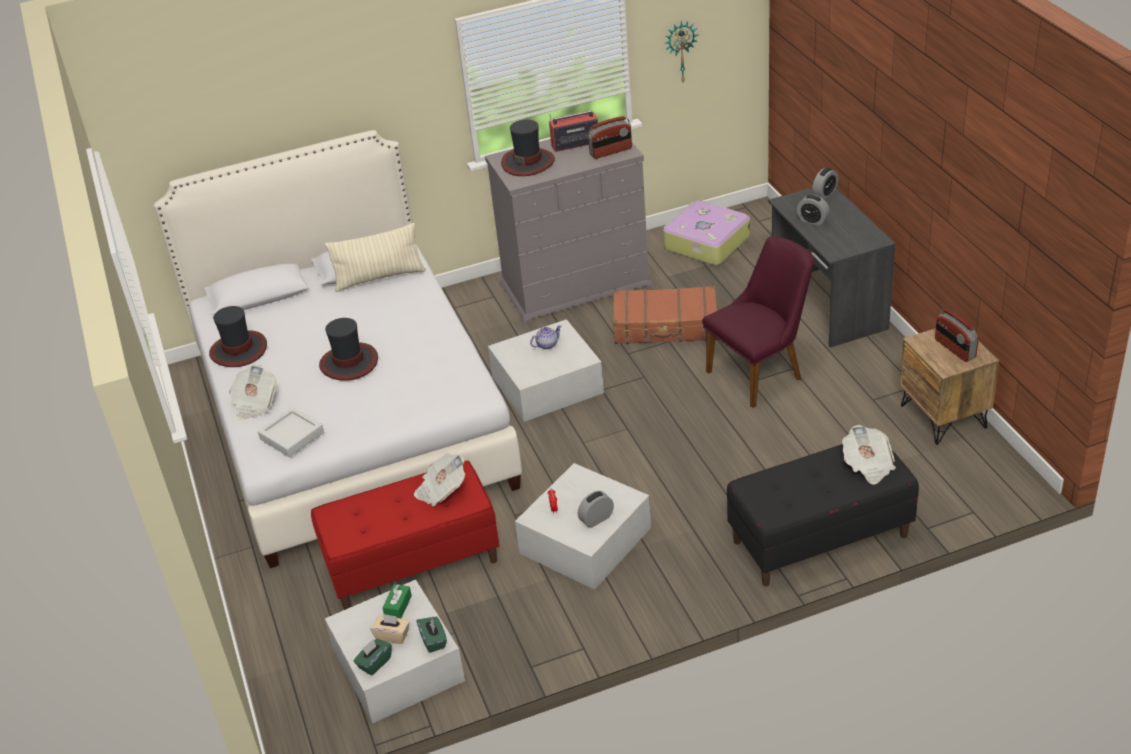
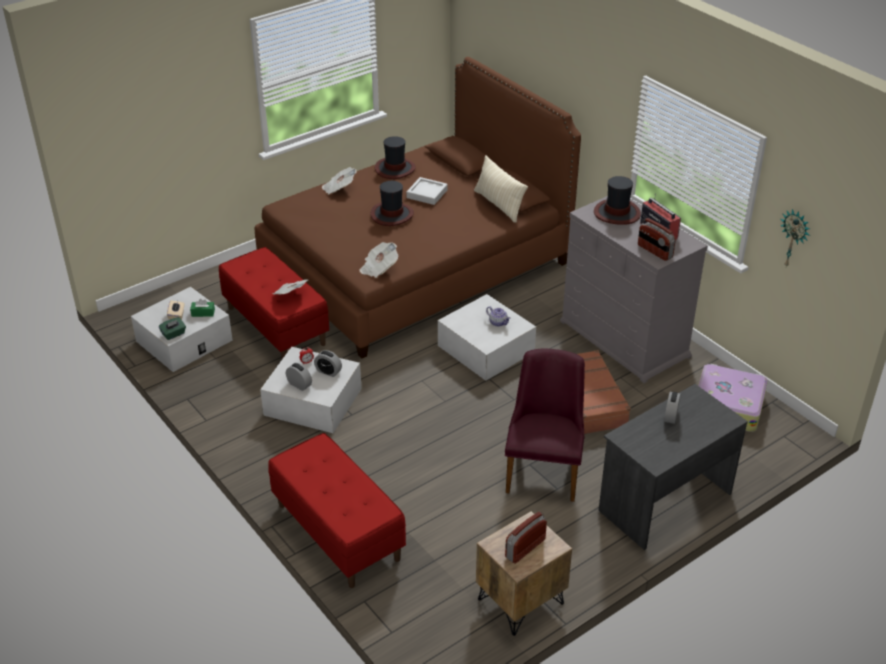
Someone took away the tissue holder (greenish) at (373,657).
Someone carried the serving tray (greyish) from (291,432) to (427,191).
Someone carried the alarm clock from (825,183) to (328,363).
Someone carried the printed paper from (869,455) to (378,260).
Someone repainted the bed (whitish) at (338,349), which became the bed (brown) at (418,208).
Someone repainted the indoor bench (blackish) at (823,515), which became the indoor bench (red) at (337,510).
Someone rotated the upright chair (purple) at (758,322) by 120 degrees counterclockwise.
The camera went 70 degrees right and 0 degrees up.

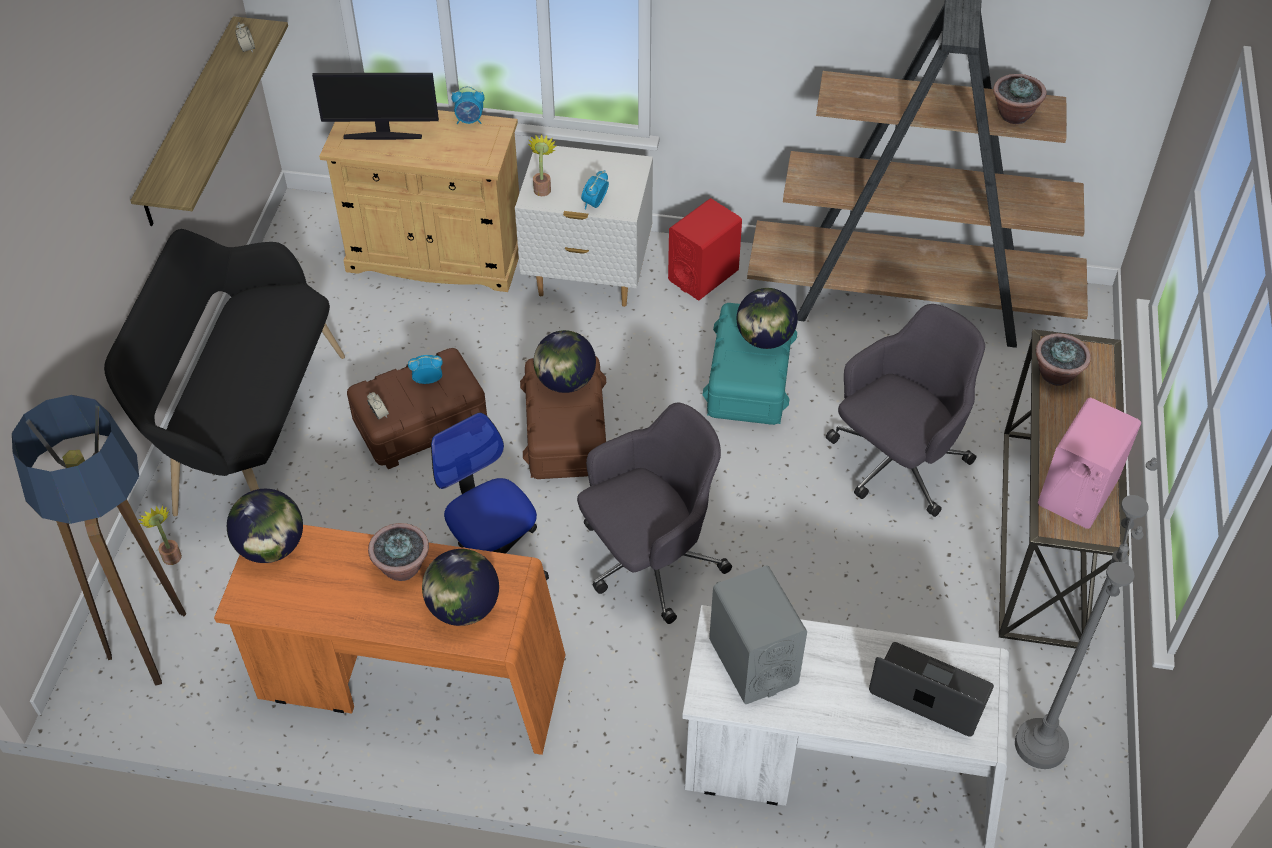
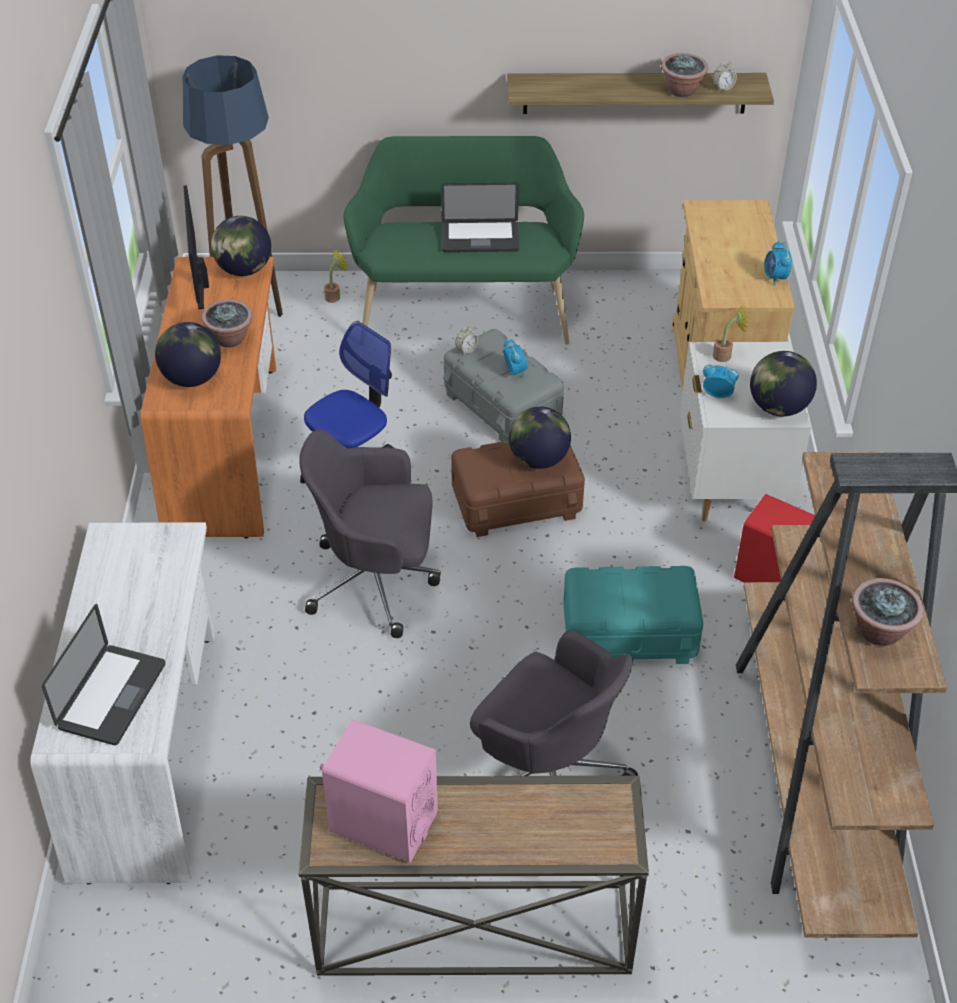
Someone took away the speaker (greyish) at (758,635).
Someone took away the floor lamp (greyish) at (1086,613).
Someone put down the portable computer at (480,217).
Someone carried the monitor from (375,106) to (196,247).
Someone carried the globe from (767,318) to (783,384).
Someone carried the houseplant from (1063,359) to (684,75).
Someone repainted the indoor bench (blackish) at (224,372), which became the indoor bench (greenish) at (463,240).
Someone repainted the storage bin (brown) at (417,408), which became the storage bin (greyish) at (503,386).
Someone rotated the desk chair (greyish) at (654,513) by 135 degrees clockwise.
The camera went 80 degrees right and 5 degrees down.

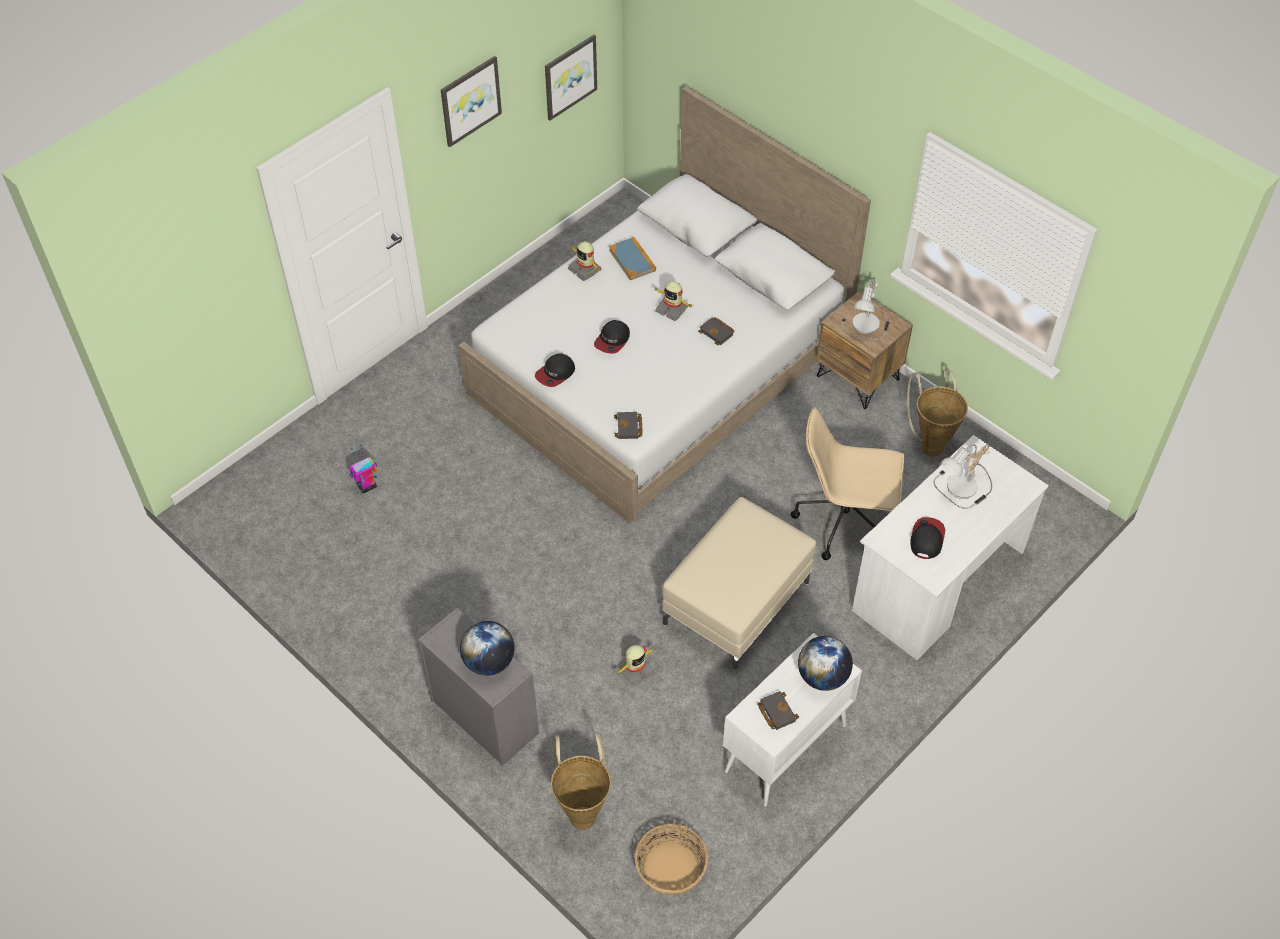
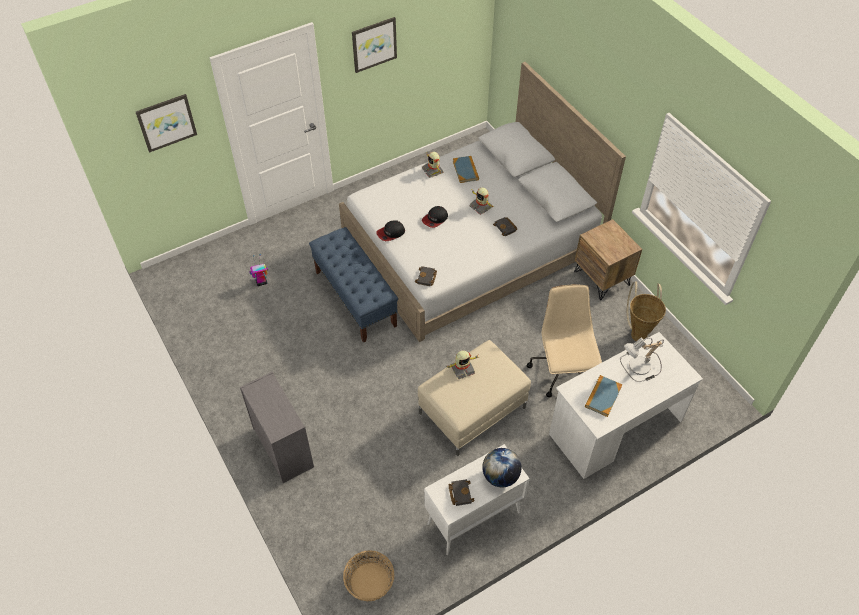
Someone took away the globe at (487,648).
Someone took away the basket at (581,780).
Someone took away the table lamp at (866,308).
Someone put down the indoor bench (blue) at (353,285).
Someone carried the wall picture from (571,78) to (166,123).
Someone carried the model robot from (635,666) to (461,364).
Someone swapped the cap at (927,538) for the bound book at (603,396).
Someone rotated the desk chair (beige) at (847,483) by 60 degrees clockwise.
The camera went 15 degrees right and 0 degrees up.

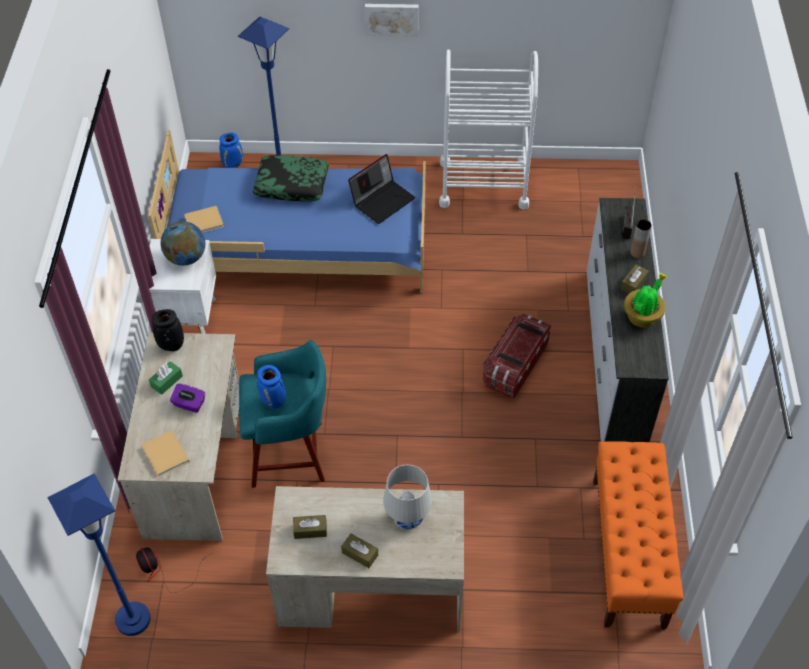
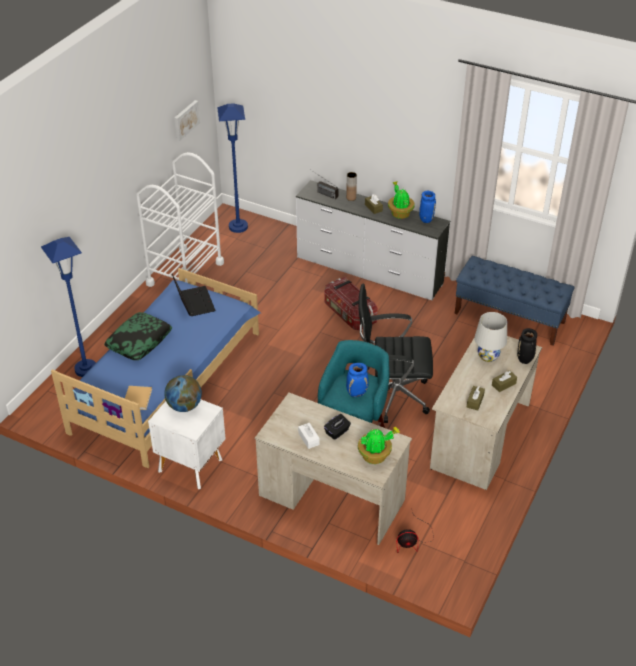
Someone put down the desk chair (blackish) at (396,353).
Someone carried the floor lamp (blue) from (99,555) to (232,168).
Someone carried the vase (blackish) from (168,330) to (527,346).
Someone carried the vase (blue) from (231,150) to (427,207).
Someone carried the wall picture from (391,20) to (187,120).
Someone swapped the bound book (beige) at (165,453) for the houseplant at (379,445).
Someone repainted the tissue holder (greenish) at (166,378), which became the tissue holder (whitish) at (309,436).
Someone repainted the tissue holder (purple) at (187,398), which became the tissue holder (blackish) at (337,427).
Someone repainted the indoor bench (orange) at (638,535), which became the indoor bench (blue) at (515,301).
The camera went 65 degrees left and 10 degrees down.

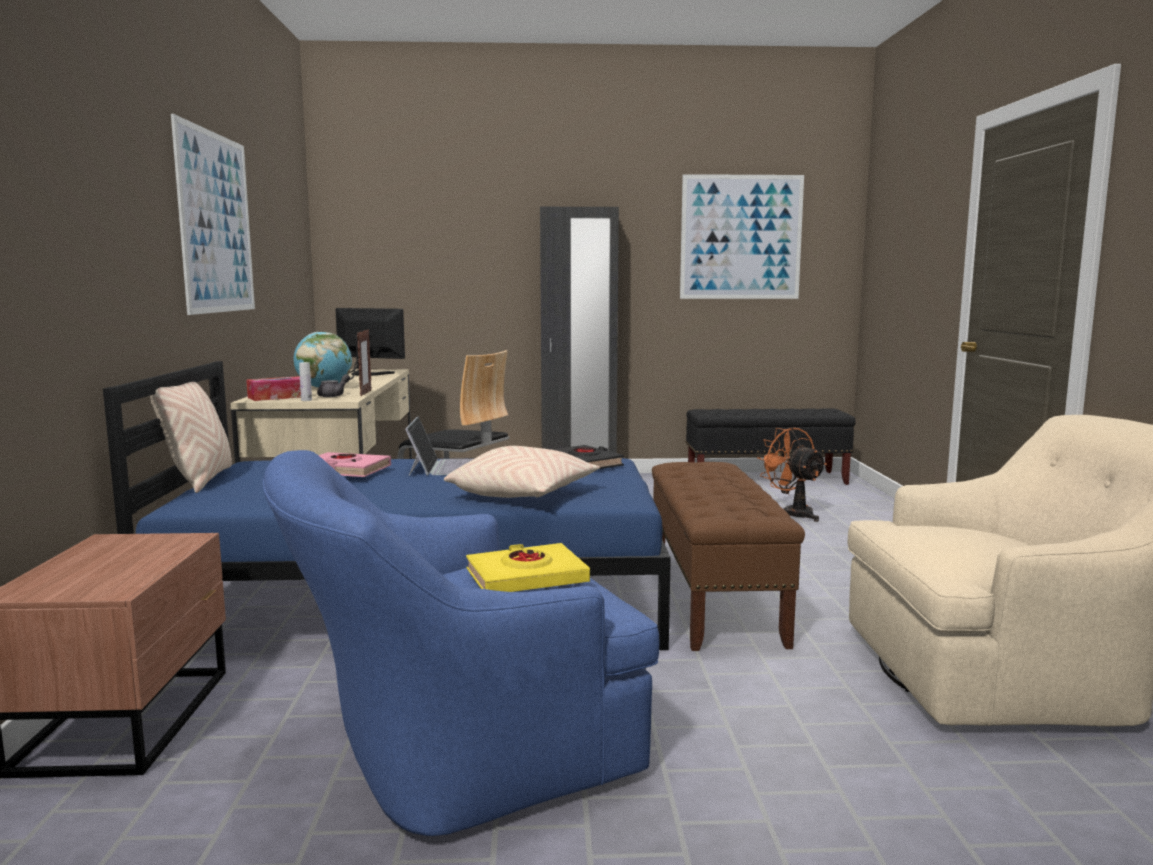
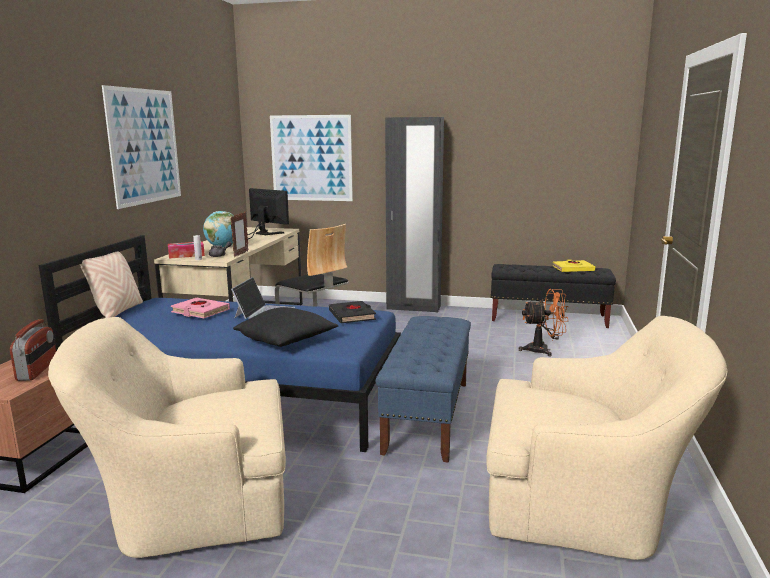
Someone put down the radio at (33,350).
Someone carried the bound book (yellow-coloured) from (528,567) to (573,265).
Someone carried the wall picture from (742,236) to (311,158).
Someone repainted the easy chair (blue) at (461,643), which became the easy chair (beige) at (167,437).
Someone repainted the throw pillow (beige) at (522,472), which became the throw pillow (blackish) at (286,327).
Someone repainted the indoor bench (brown) at (728,556), which became the indoor bench (blue) at (423,389).
Someone rotated the electric fan (orange) at (792,474) by 105 degrees clockwise.
The camera went 15 degrees right and 5 degrees up.

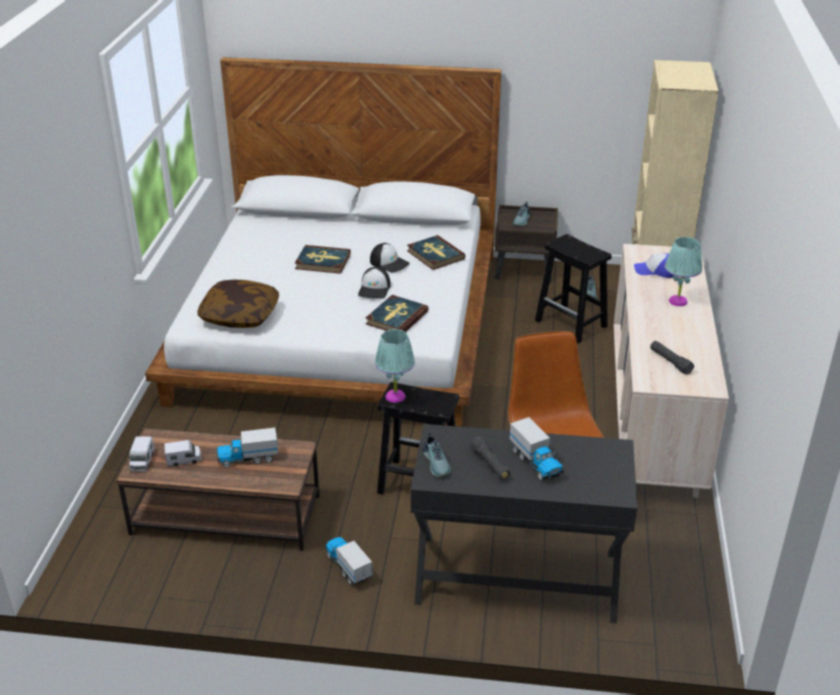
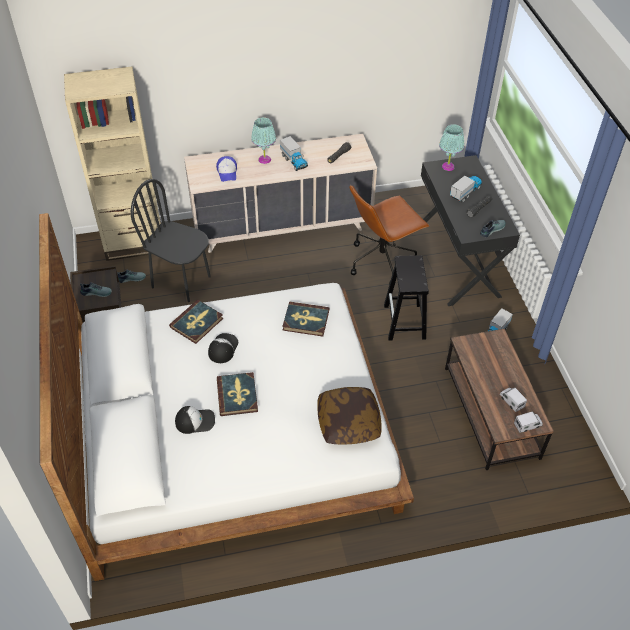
Someone carried the model truck from (247,448) to (294,153).
Someone carried the cap from (374,283) to (195,420).
Someone carried the table lamp (blue-green) from (395,366) to (451,147).
Someone swapped the stool seat (blackish) at (573,289) for the upright chair (blackish) at (171,240).
The camera went 110 degrees left and 15 degrees up.

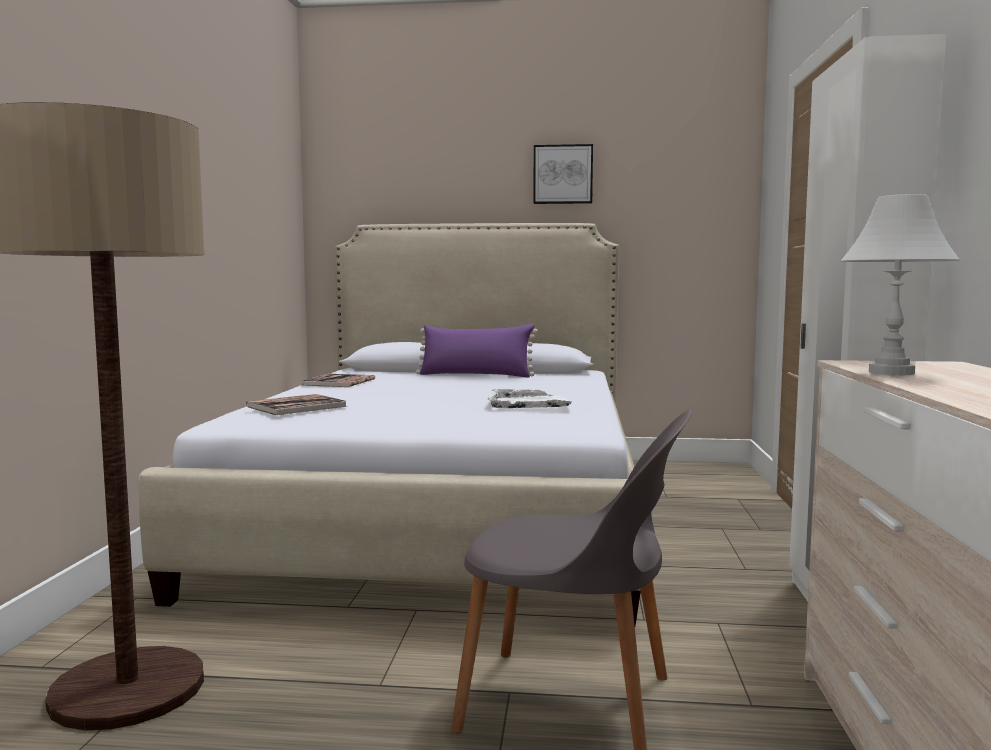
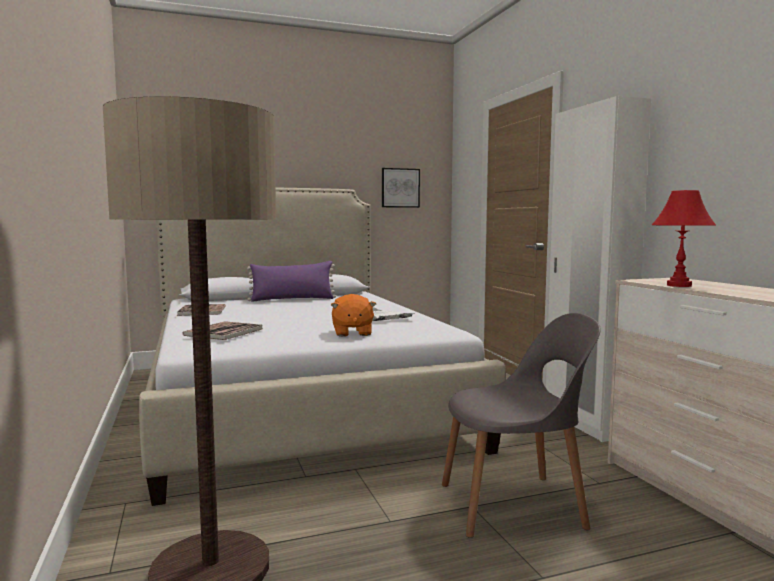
Someone put down the plush toy (orange) at (353,315).
Someone carried the wall picture from (563,174) to (401,188).
Someone repainted the table lamp (whitish) at (900,284), which became the table lamp (red) at (684,238).
The camera went 25 degrees left and 0 degrees up.

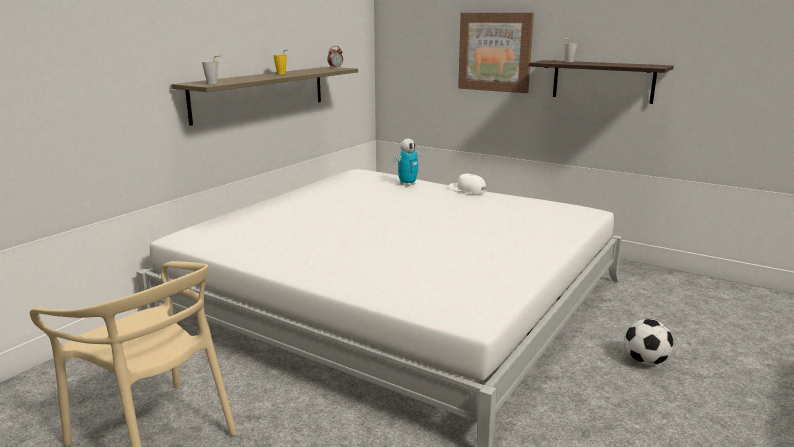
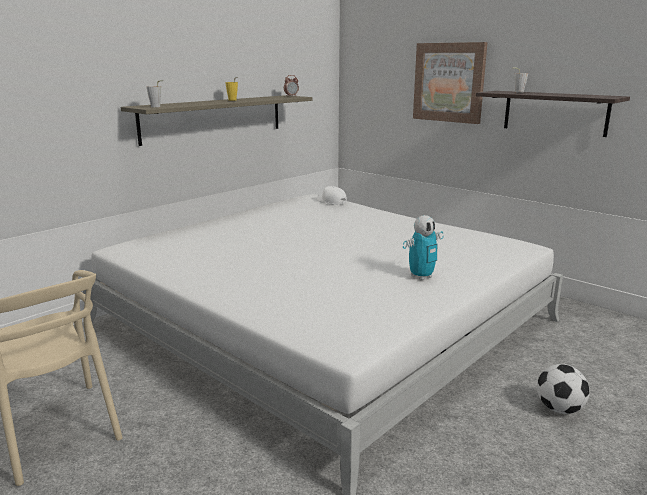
Someone carried the model robot from (408,162) to (423,247).
Someone carried the cap (whitish) from (467,183) to (332,195).
The camera went 10 degrees right and 0 degrees up.

